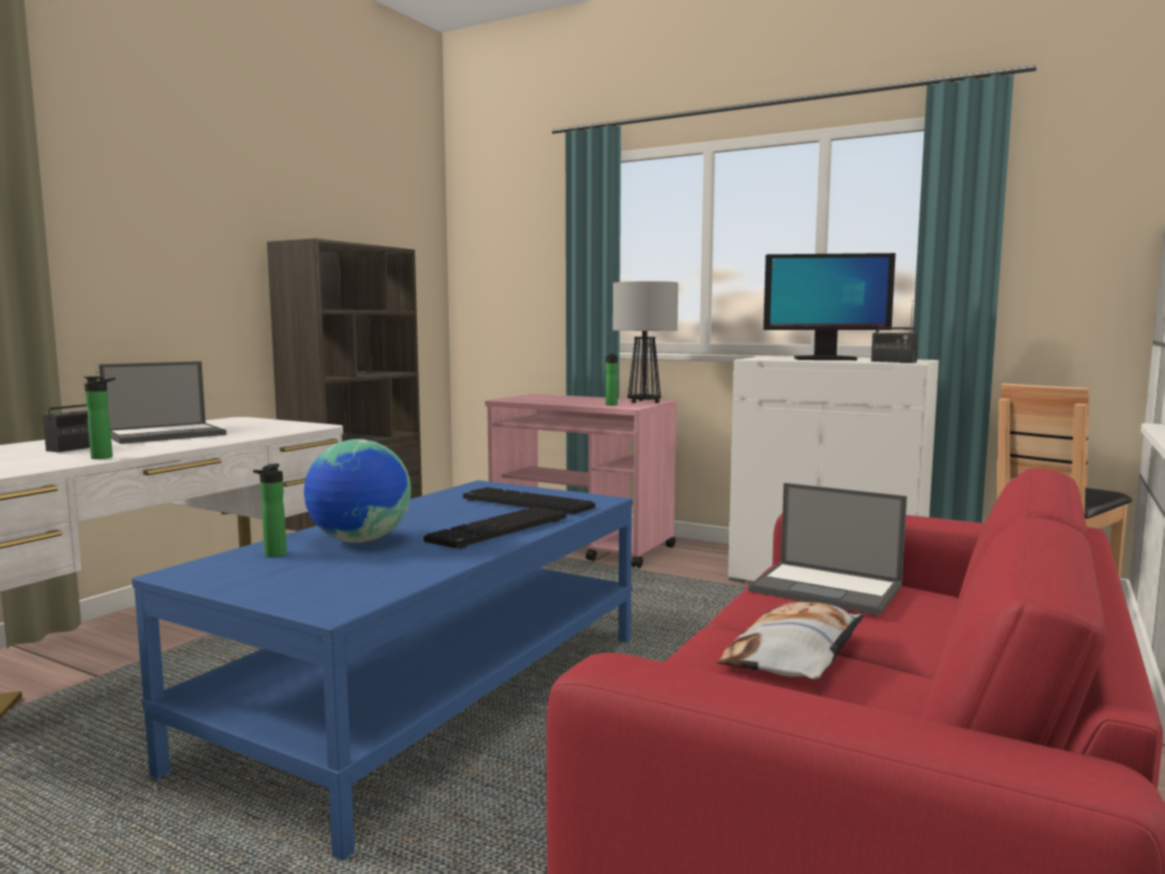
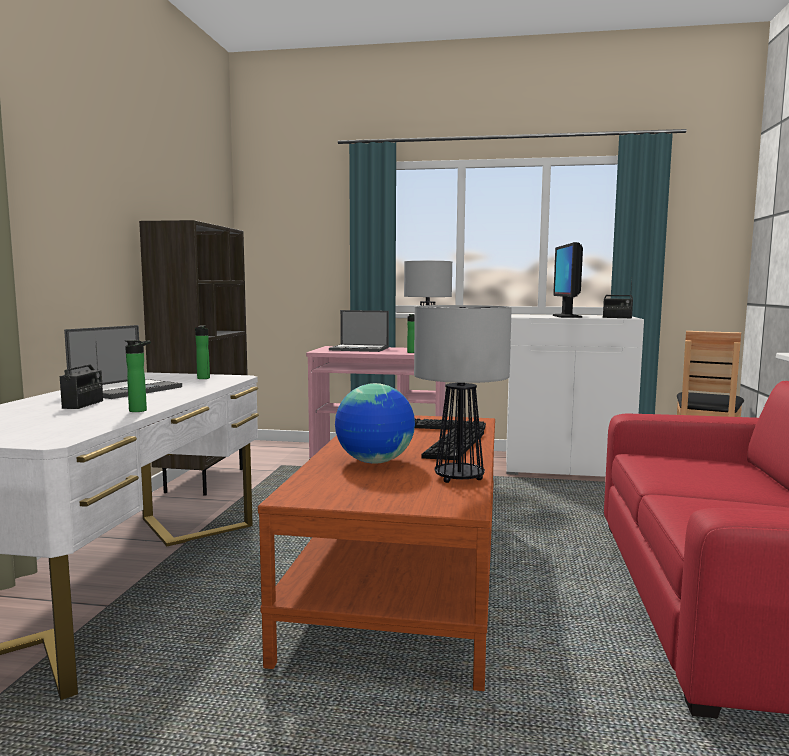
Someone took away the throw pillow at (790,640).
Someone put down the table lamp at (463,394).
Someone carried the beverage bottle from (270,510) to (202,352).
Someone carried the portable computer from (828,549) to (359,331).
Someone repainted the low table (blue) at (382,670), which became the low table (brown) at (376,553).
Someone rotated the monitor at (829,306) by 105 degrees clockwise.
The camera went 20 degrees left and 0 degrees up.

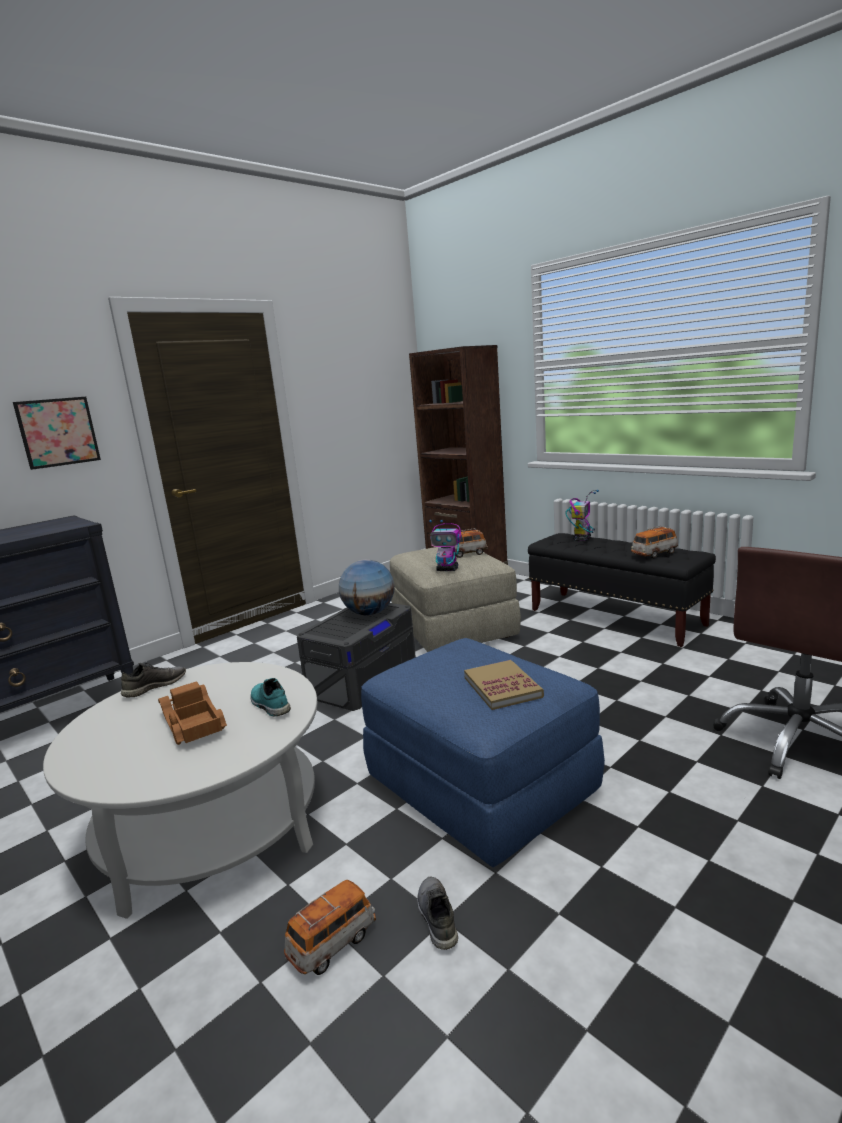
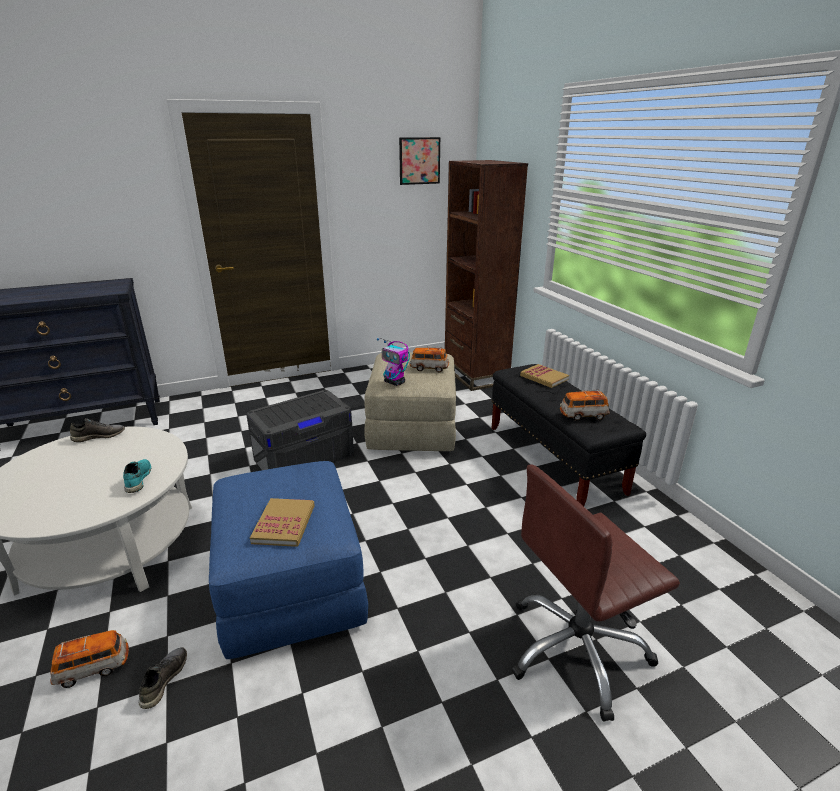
Someone took away the model truck at (192,713).
Someone took away the globe at (367,587).
Someone carried the wall picture from (57,433) to (419,161).
Someone swapped the model robot at (582,515) for the bound book at (544,376).
The camera went 20 degrees right and 10 degrees up.

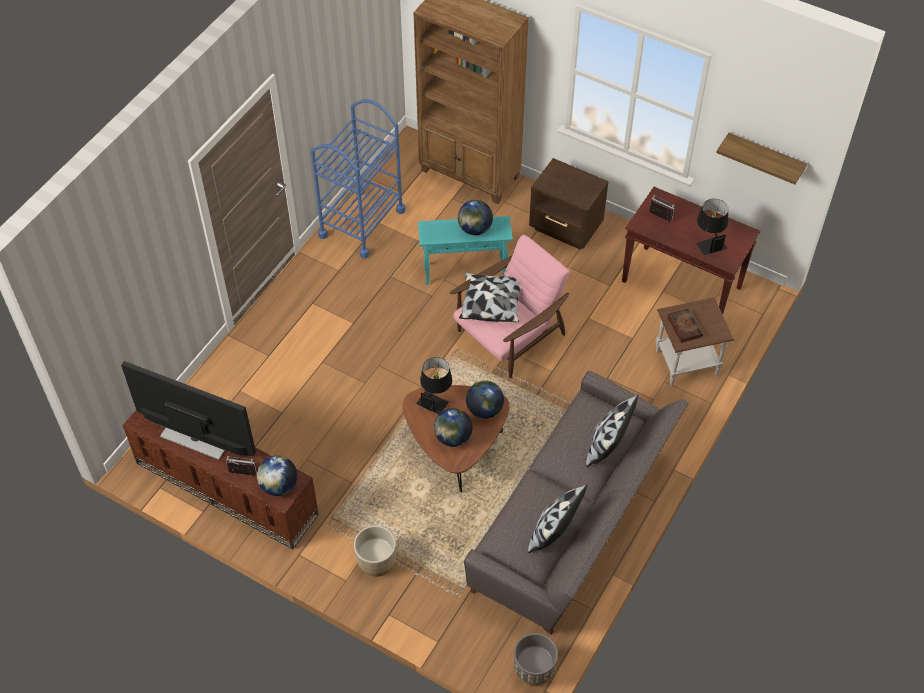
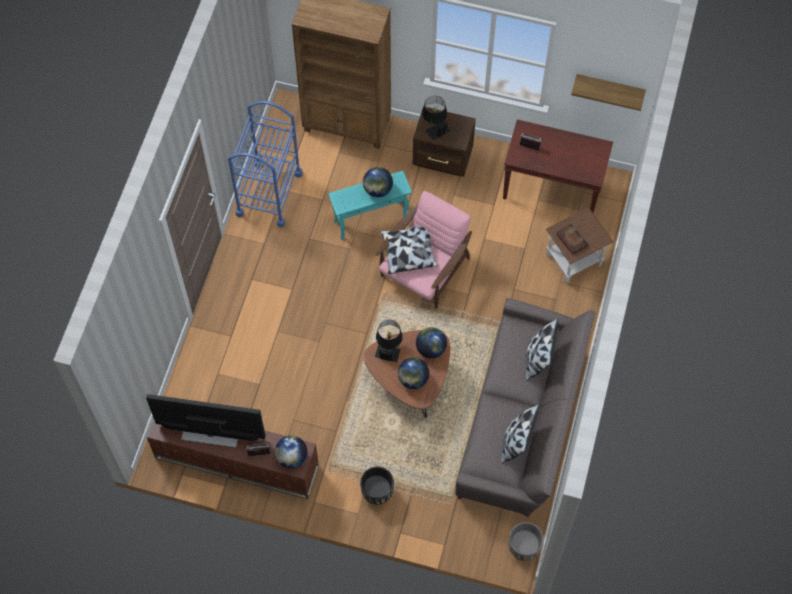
Someone carried the table lamp (blackish) from (712,227) to (436,118).
Someone repainted the planter (beige) at (375,551), which became the planter (blackish) at (377,486).
The camera went 15 degrees left and 10 degrees up.

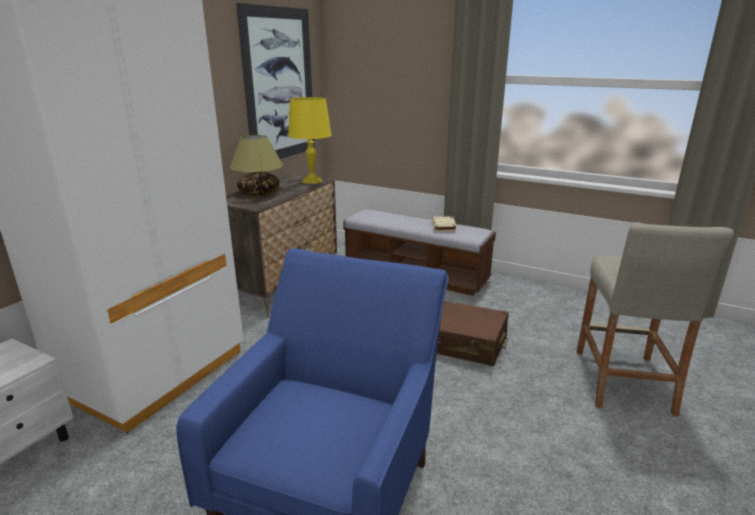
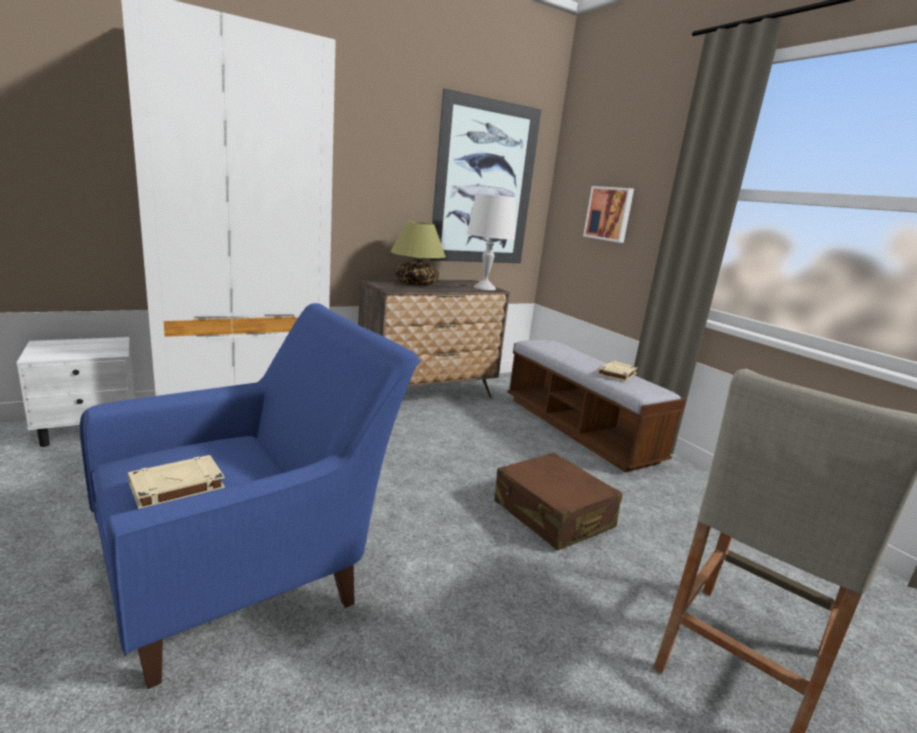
Someone put down the bound book (beige) at (176,482).
Someone put up the wall picture at (608,214).
Someone repainted the table lamp (yellow-coloured) at (310,140), which became the table lamp (whitish) at (491,241).
The camera went 30 degrees right and 5 degrees down.

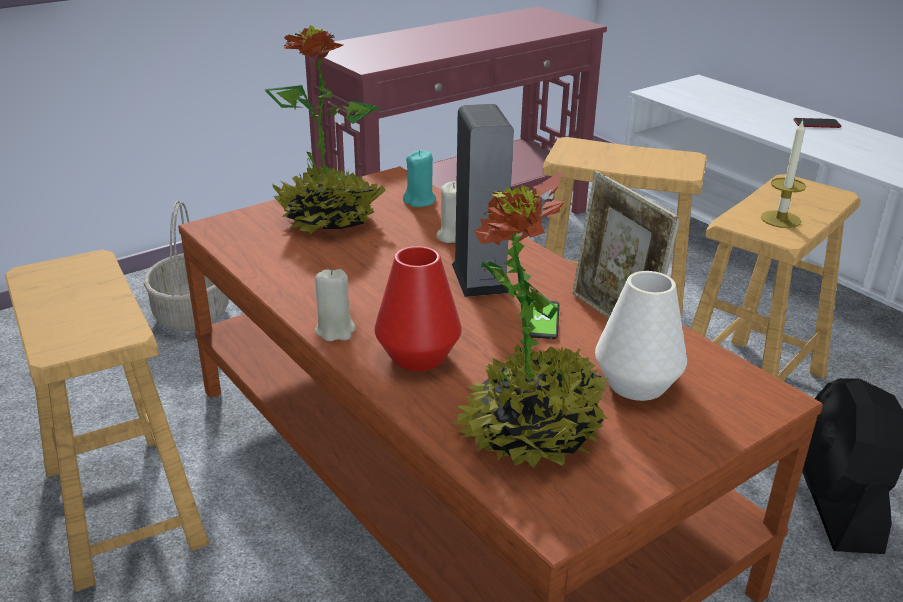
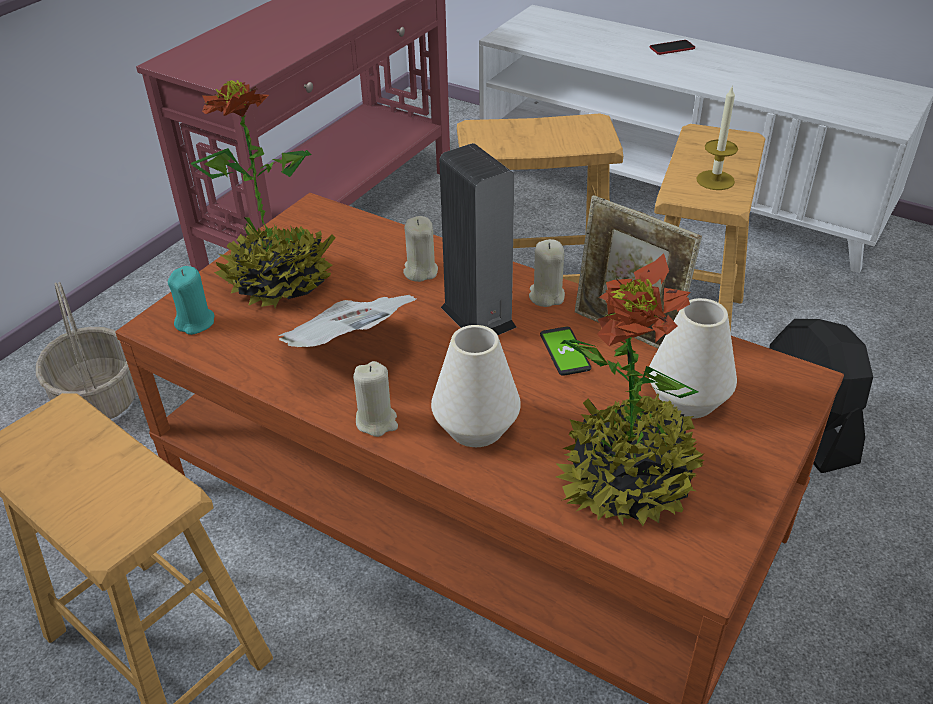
Someone put down the printed paper at (347,321).
Someone put down the candle (beige) at (547,273).
Someone carried the candle (blue-green) from (419,178) to (191,300).
Someone repainted the vase (red) at (418,308), which became the vase (whitish) at (476,386).
The camera went 20 degrees left and 10 degrees up.

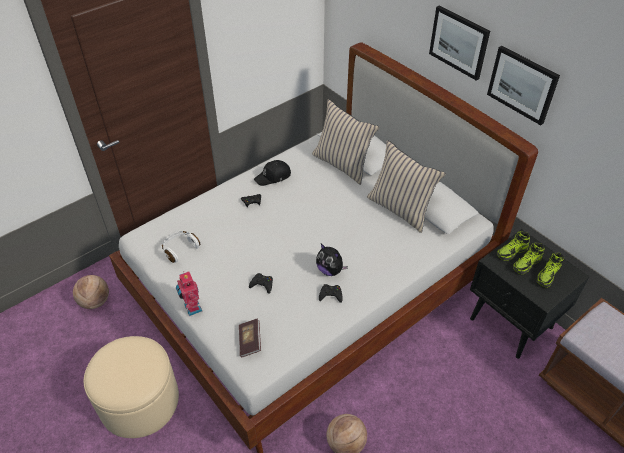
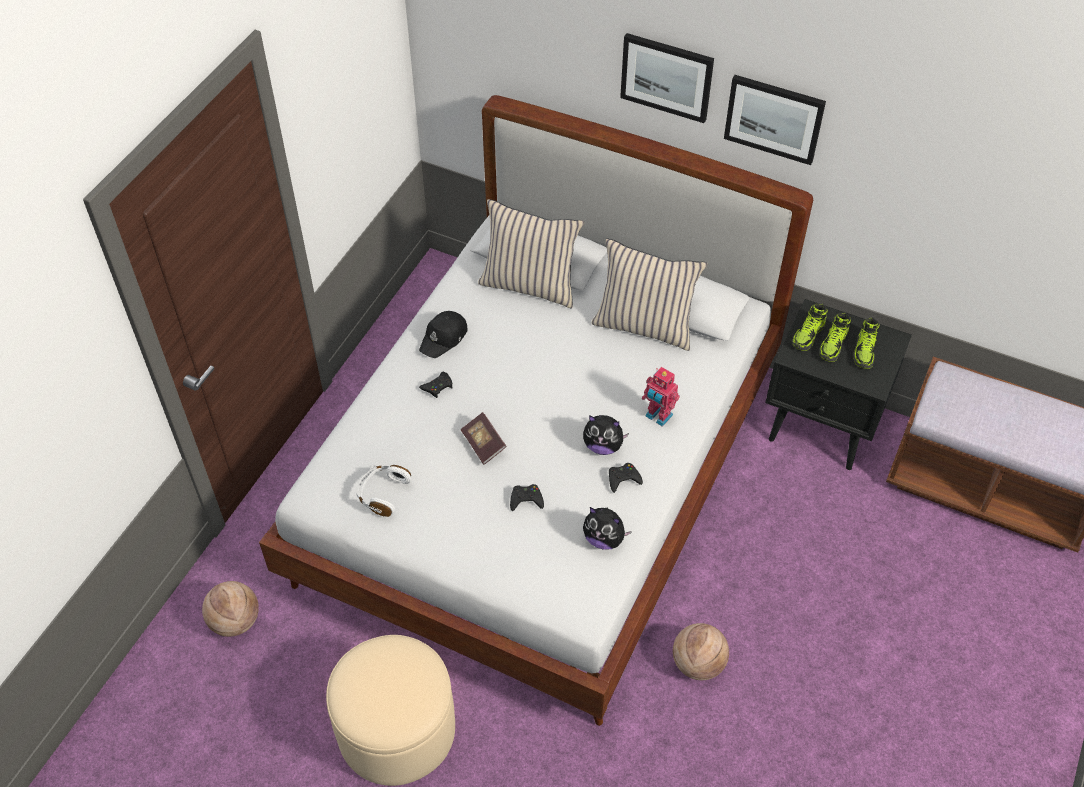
Someone put down the plush toy at (607,528).
Someone carried the model robot from (189,293) to (661,397).
Someone carried the bound book from (250,337) to (484,438).
The camera went 25 degrees left and 5 degrees up.

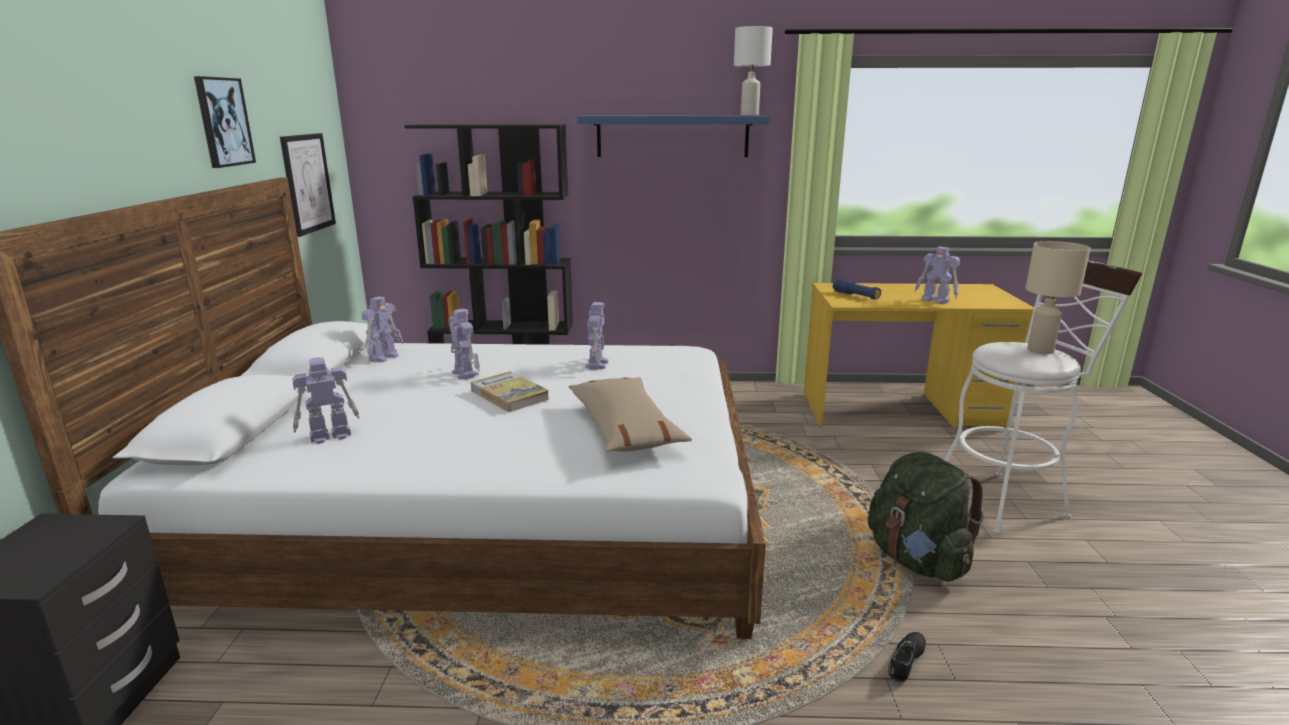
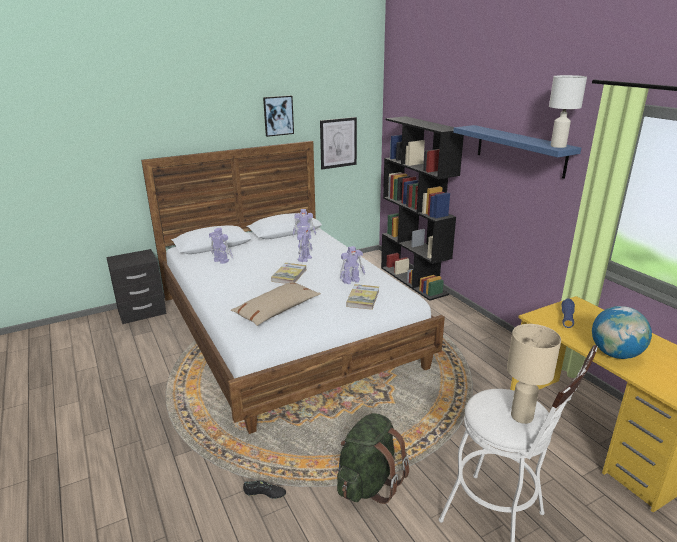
Someone put down the bound book at (362,297).
Someone swapped the model robot at (937,275) for the globe at (622,332).
The camera went 60 degrees right and 5 degrees up.

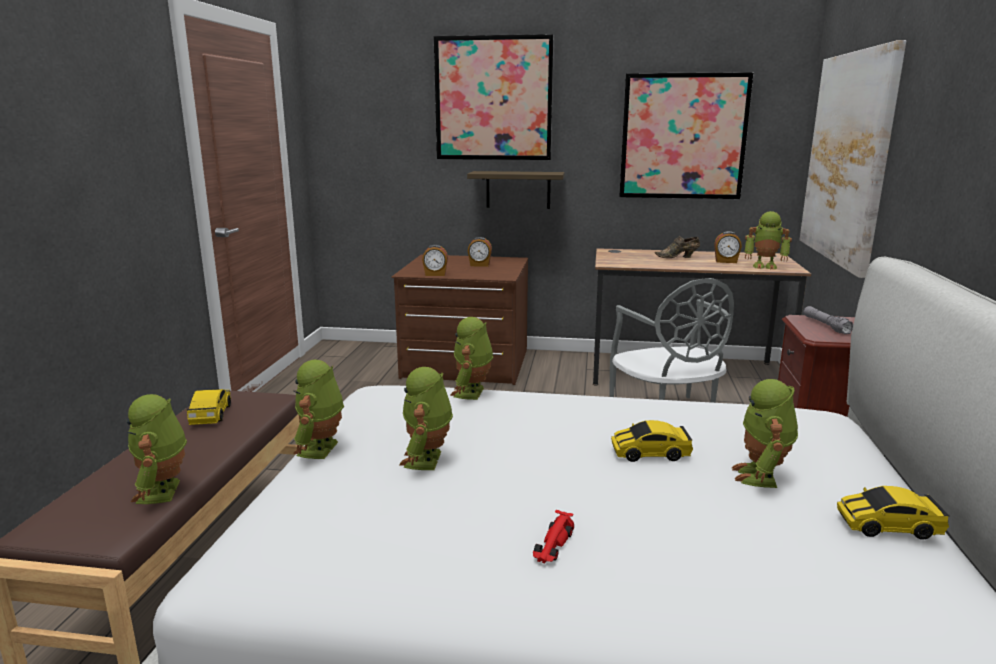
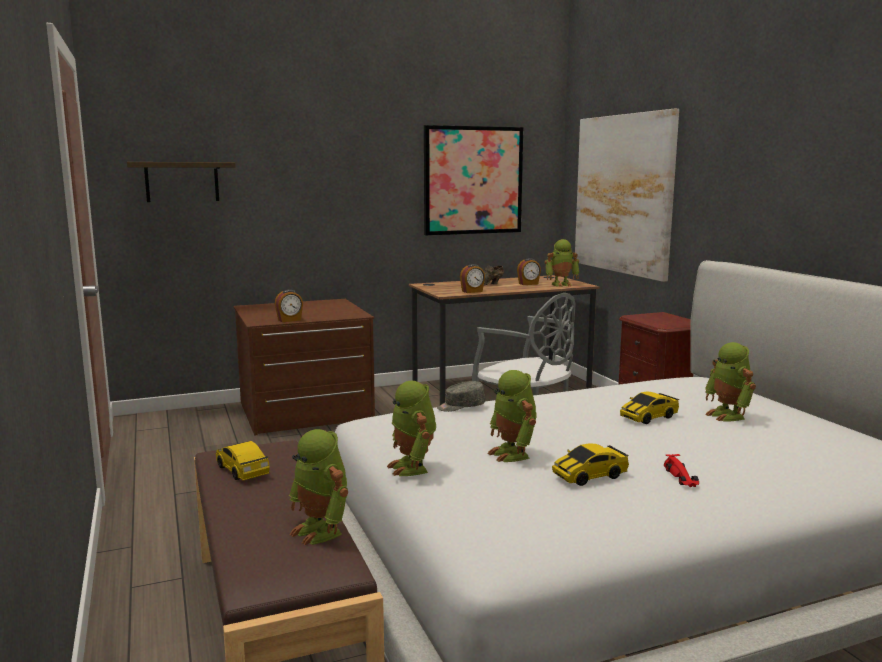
Someone took away the wall picture at (494,97).
Someone took away the torch (greyish) at (828,320).
Someone carried the shelf from (516,190) to (181,182).
Someone carried the alarm clock from (480,252) to (472,278).
Someone carried the model car from (893,513) to (590,464).
Someone swapped the model robot at (471,358) for the cap (greyish) at (461,396).
The camera went 30 degrees left and 5 degrees down.

